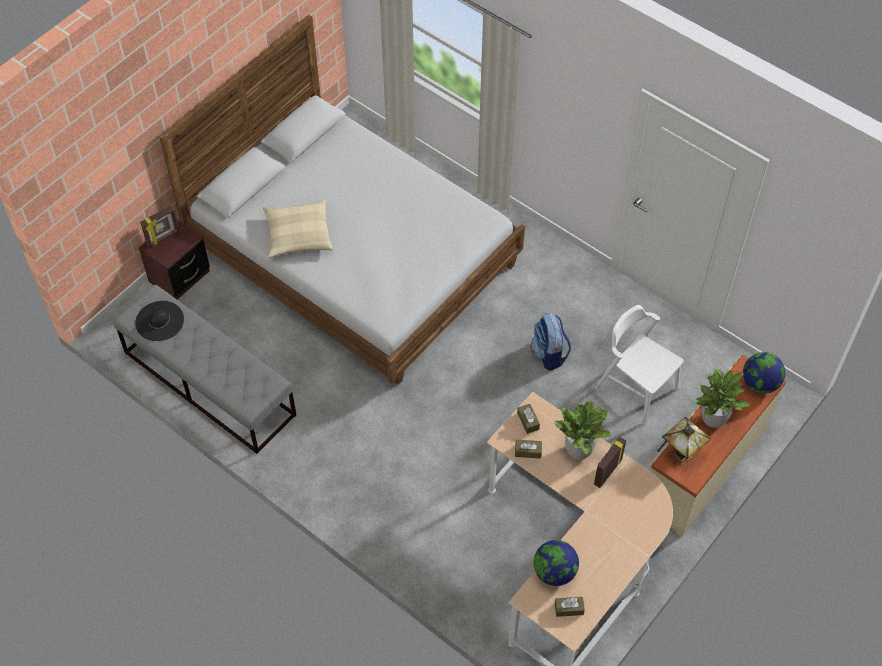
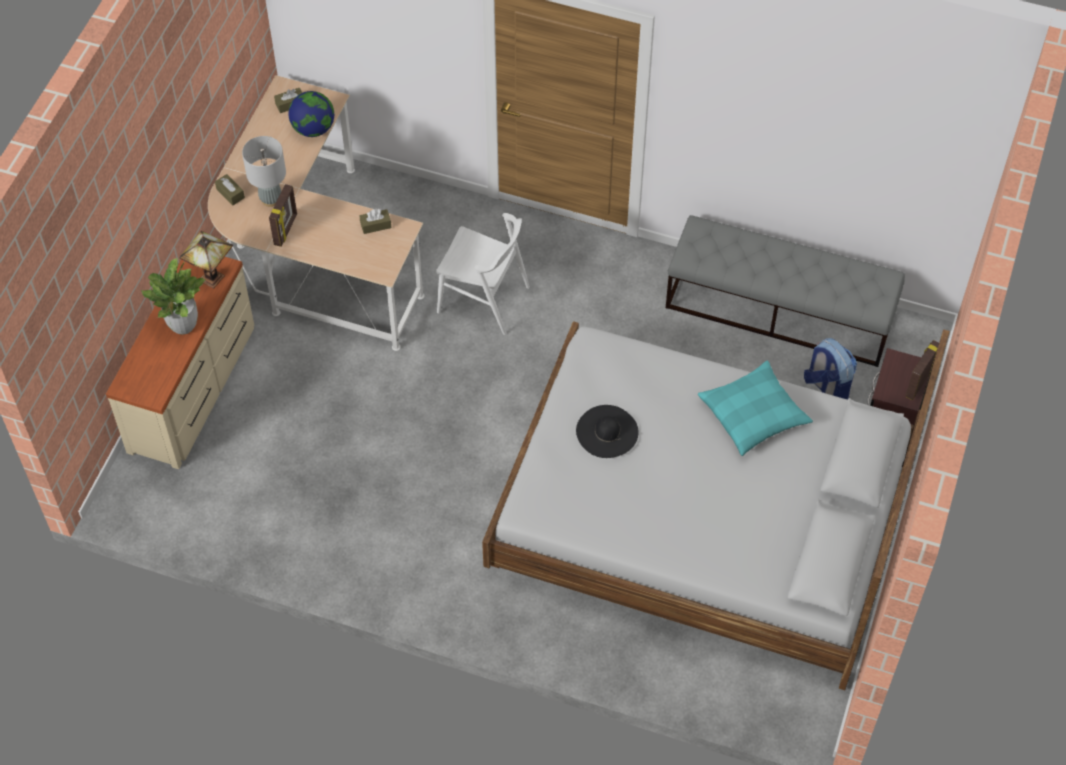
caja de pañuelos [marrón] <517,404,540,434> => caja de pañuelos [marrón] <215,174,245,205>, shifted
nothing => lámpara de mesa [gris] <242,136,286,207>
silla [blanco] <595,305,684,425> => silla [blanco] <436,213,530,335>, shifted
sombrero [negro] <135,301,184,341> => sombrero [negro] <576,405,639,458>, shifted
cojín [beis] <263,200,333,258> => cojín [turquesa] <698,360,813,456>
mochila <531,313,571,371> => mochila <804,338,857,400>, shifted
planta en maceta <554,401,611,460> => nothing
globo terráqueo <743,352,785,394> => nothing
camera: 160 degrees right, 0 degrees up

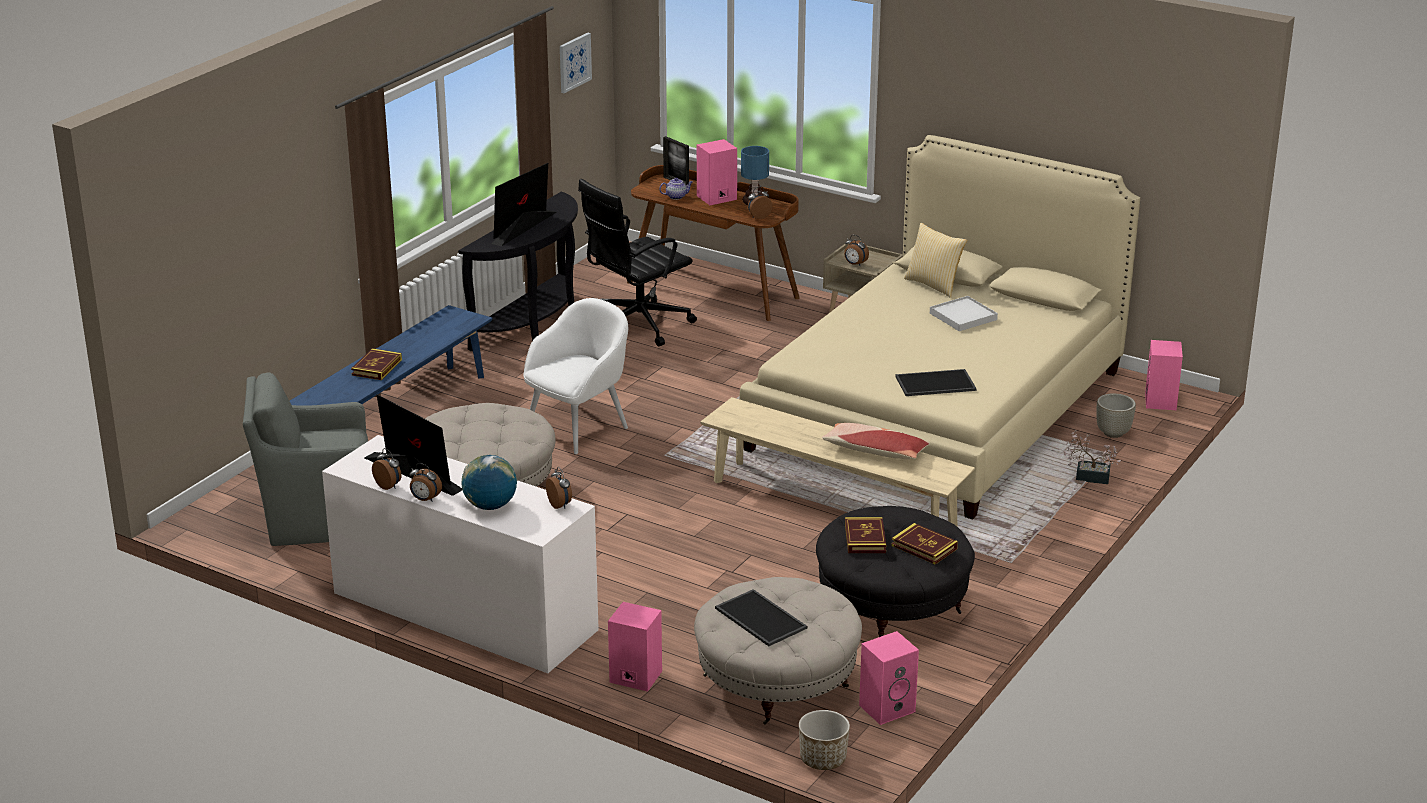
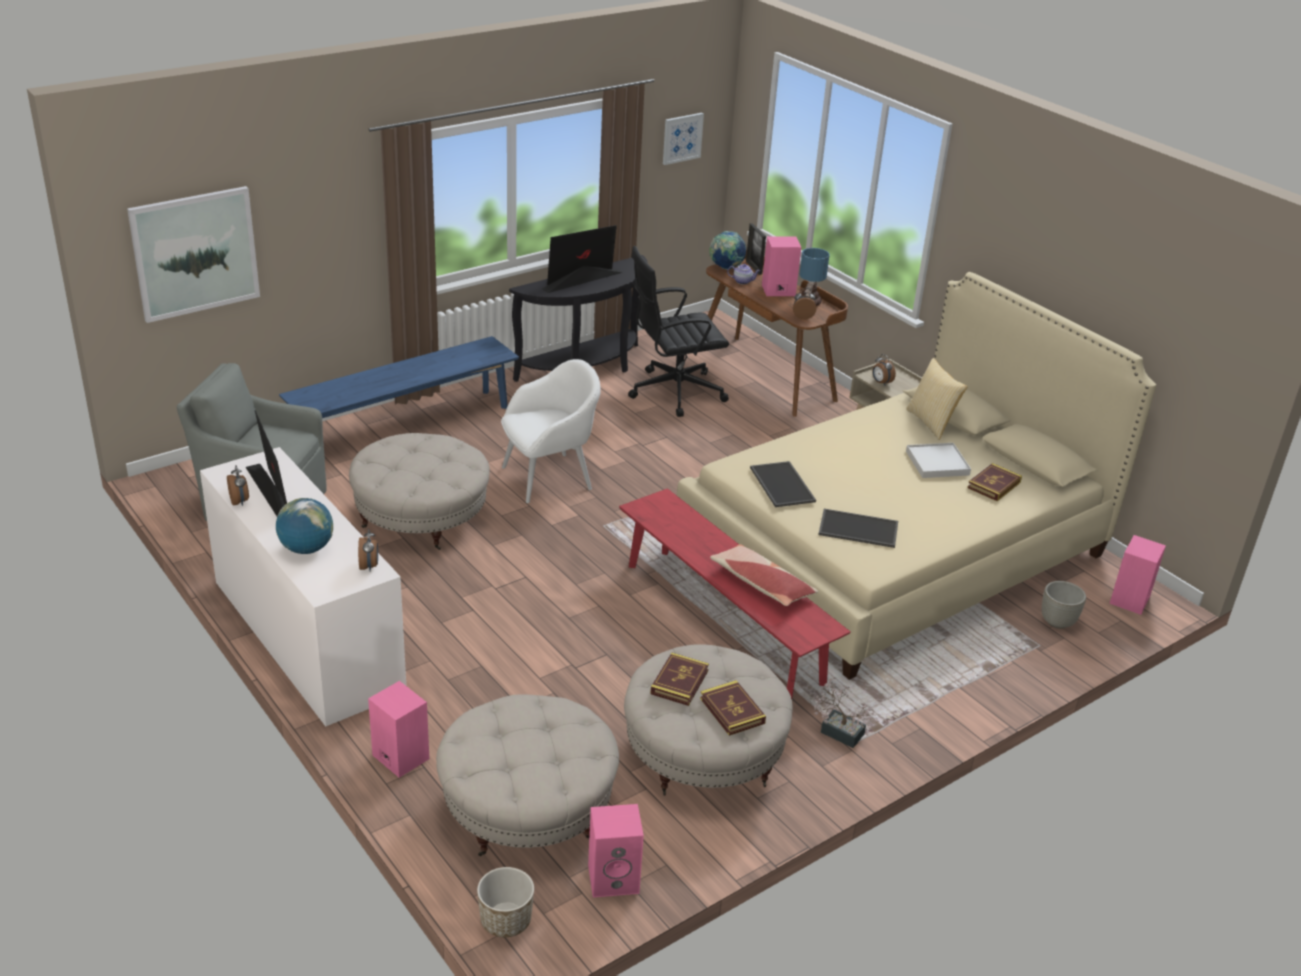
nothing => cuadro <127,186,260,323>
banco [beis] <700,397,975,526> => banco [rojo] <619,488,851,699>
puf [negro] <816,506,975,637> => puf [beis] <624,644,793,795>
nothing => globo terráqueo <709,231,746,270>
bandeja <715,589,807,646> => bandeja <750,461,816,507>, shifted
planta en maceta <1064,430,1121,484> => planta en maceta <813,677,876,748>, shifted
libro <351,348,402,380> => libro <967,463,1022,501>, shifted
despertador <410,463,442,502> => nothing
camera: 20 degrees right, 5 degrees up

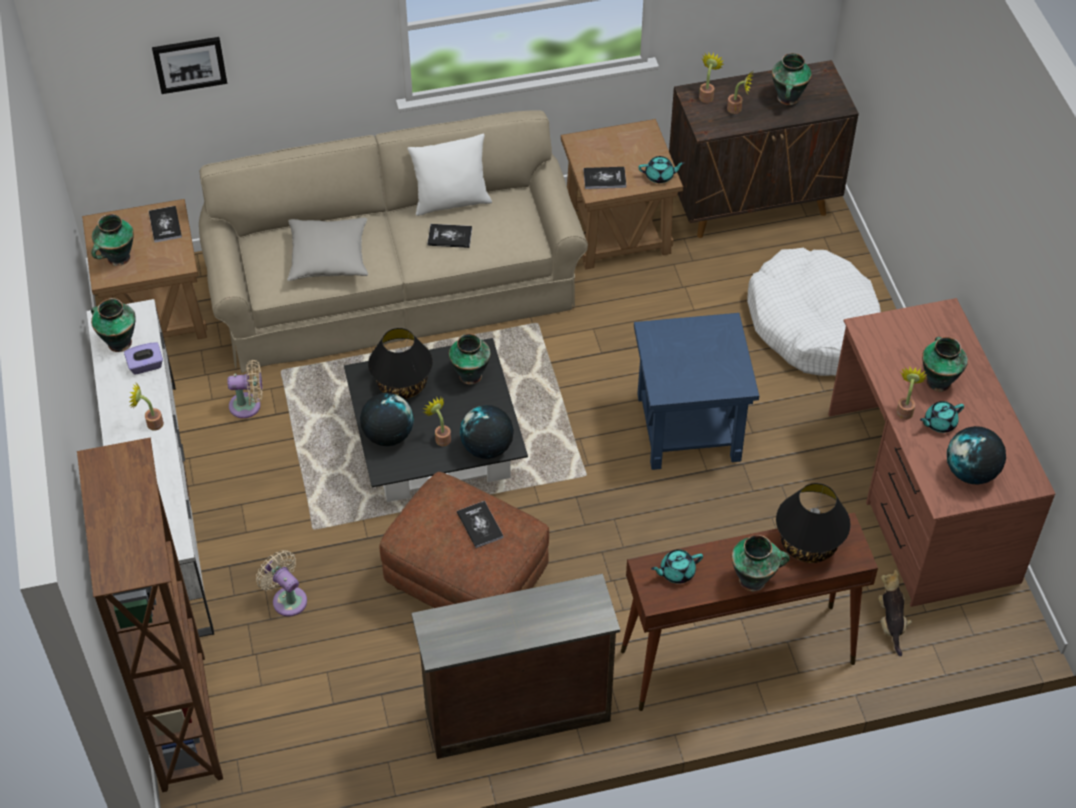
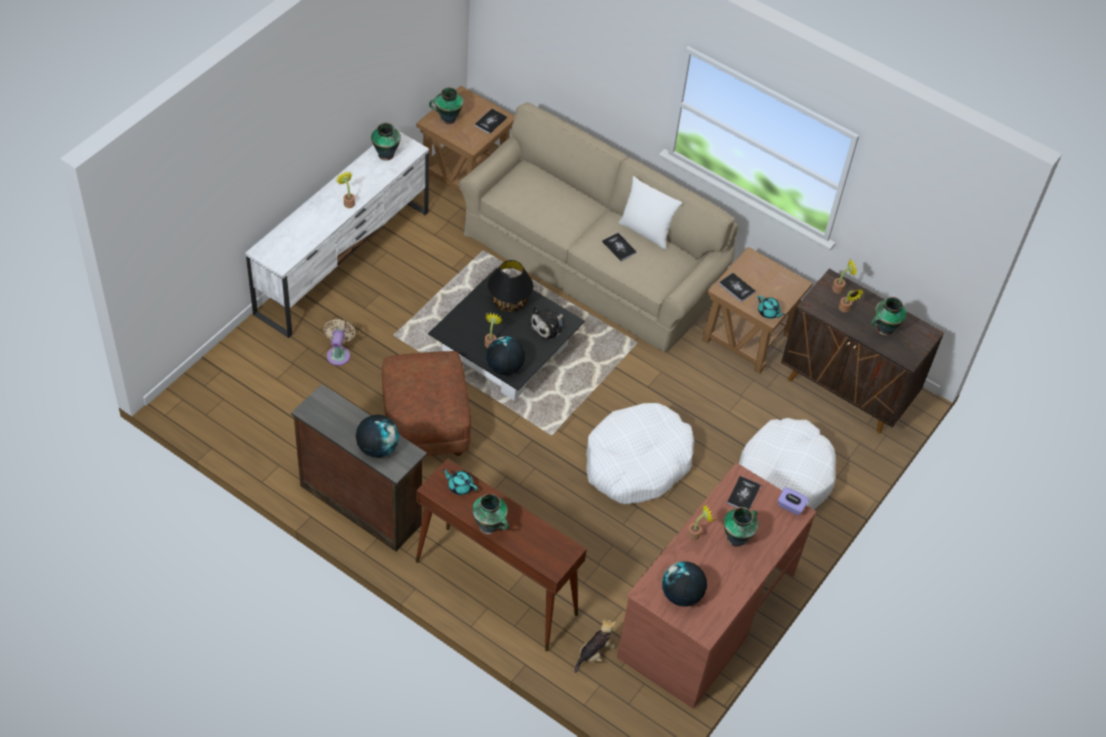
globo terráqueo <360,393,414,446> => globo terráqueo <356,414,399,458>, shifted
florero <449,333,491,385> => peluche <529,306,563,341>
mesa auxiliar [azul] <634,313,759,470> => cama para perro [blanco] <586,403,694,504>
libro <457,501,503,548> => libro <727,476,761,510>, shifted
caja de pañuelos [morado] <124,343,163,375> => caja de pañuelos [morado] <778,487,809,515>, shifted
estantería [marrón] <77,437,223,792> => nothing
cuadro <152,37,227,94> => nothing
ventilador [beis] <227,360,263,418> => nothing
cojín [gris] <287,218,368,281> => nothing
lámpara de mesa [negro] <776,483,851,563> => nothing
tetera [turquesa] <920,401,964,433> => nothing
camera: 45 degrees right, 0 degrees up

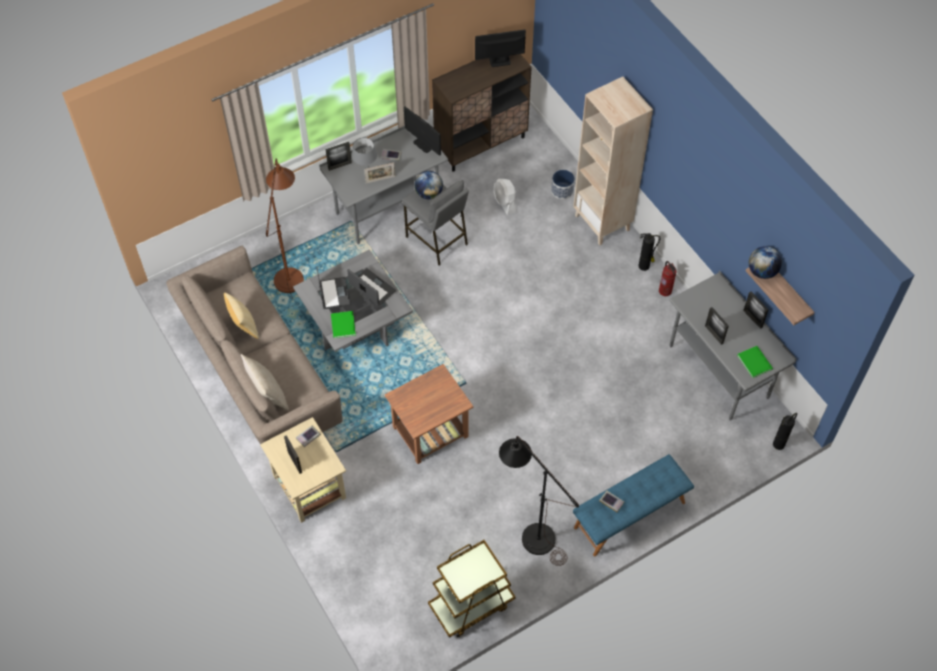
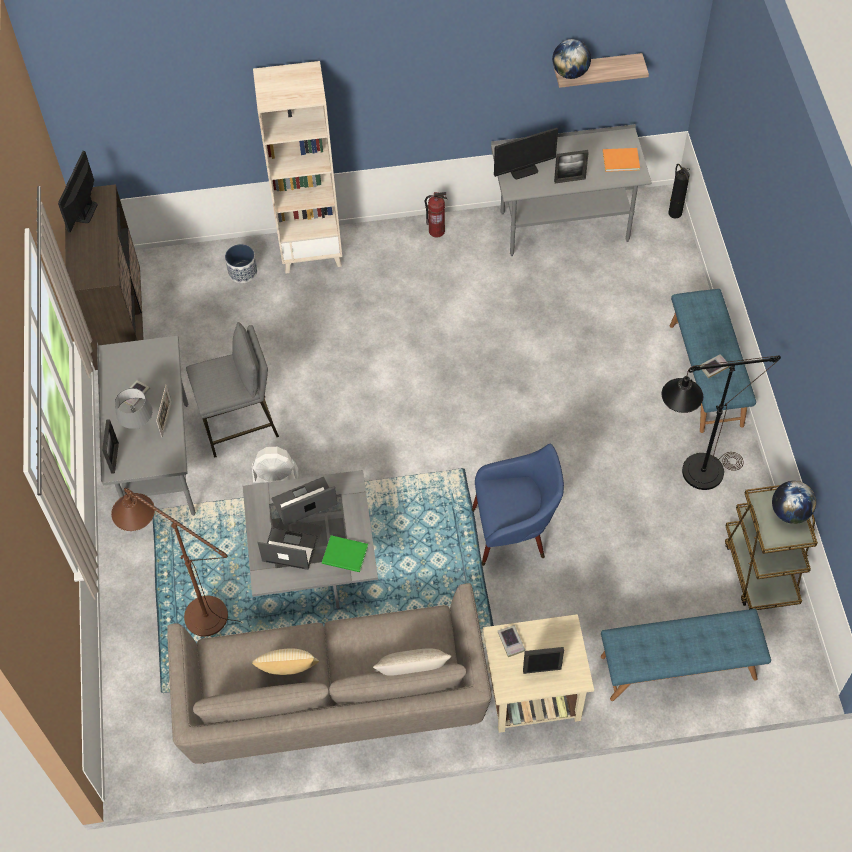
ventilador [blanco] <494,179,517,215> => ventilador [blanco] <252,447,298,483>, shifted
mesa auxiliar [marrón] <385,364,474,464> => sillón [azul] <472,444,564,566>
monitor <404,106,441,156> => monitor <494,128,558,179>, shifted
nothing => banco [azul] <601,609,771,701>
libro [verde] <737,346,773,378> => libro [naranja] <603,148,640,172>
globo terráqueo <415,171,443,199> => globo terráqueo <772,481,816,524>, shifted
extintor <639,233,660,271> => nothing
portarretratos <743,292,769,329> => nothing
camera: 65 degrees left, 0 degrees up

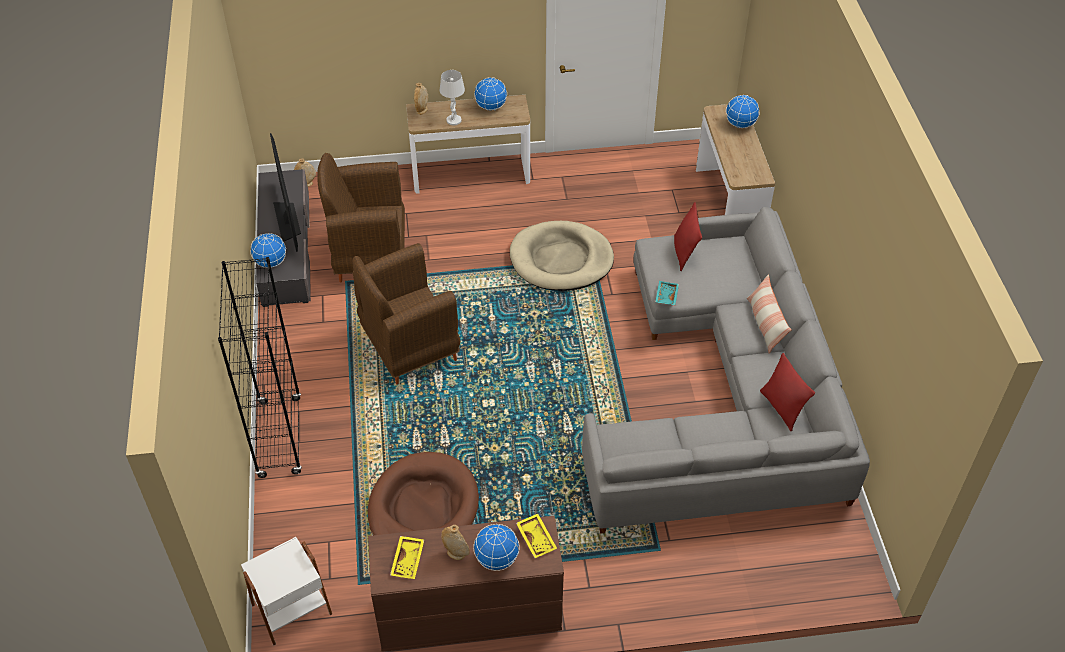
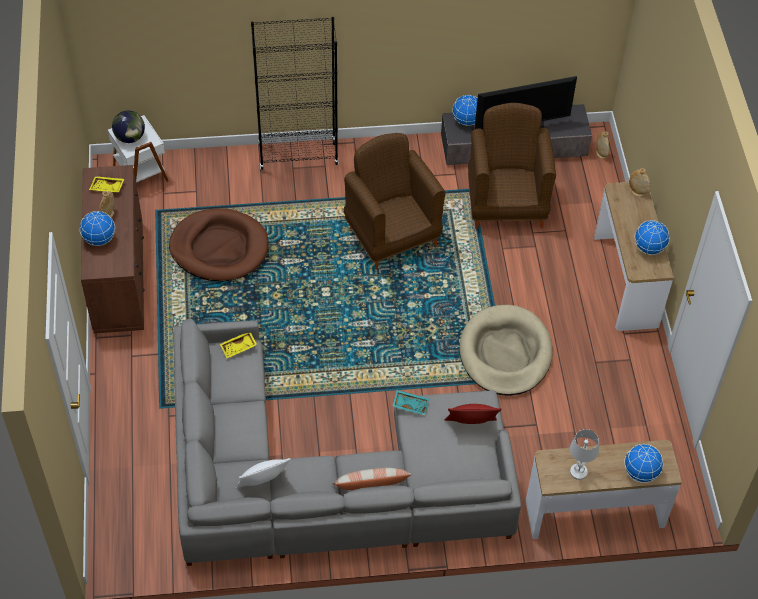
nothing => globo terráqueo <112,111,145,143>
bandeja [amarillo] <516,514,557,558> => bandeja [amarillo] <220,333,257,358>, shifted
cojín [rojo] <760,353,815,431> => cojín [blanco] <236,458,291,489>
lámpara de mesa [blanco] <440,70,465,125> => lámpara de mesa [blanco] <570,429,599,480>, shifted
camera: 90 degrees right, 5 degrees up

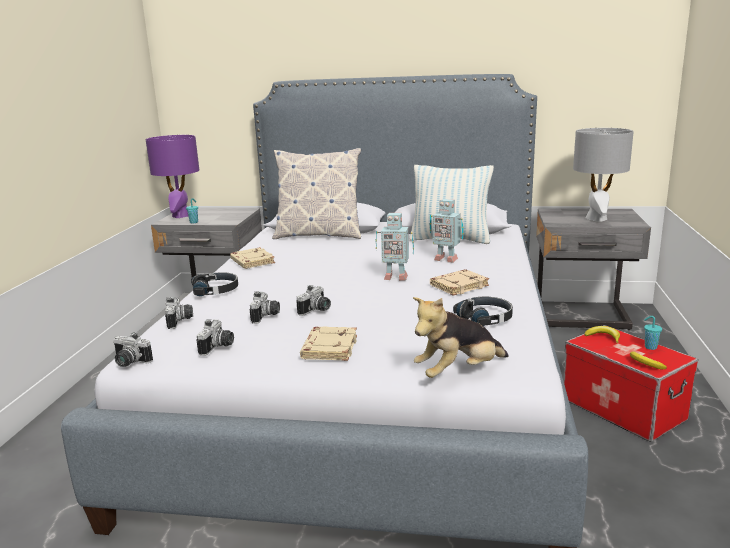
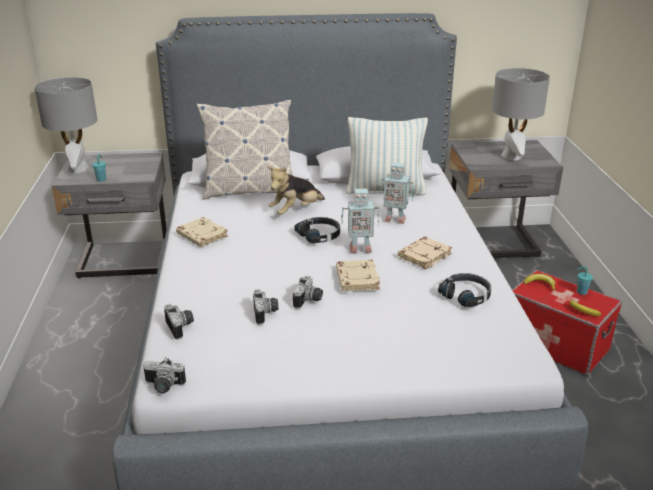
lámpara de mesa [morado] <146,135,199,218> => lámpara de mesa [gris] <34,77,98,173>
peluche <413,297,509,378> => peluche <268,167,325,215>, shifted
auriculares [negro] <191,272,238,296> => auriculares [negro] <294,217,340,244>, shifted
libro [beis] <300,326,357,361> => libro [beis] <336,260,380,291>, shifted
cámara <197,319,234,356> => nothing
camera: 15 degrees left, 10 degrees up

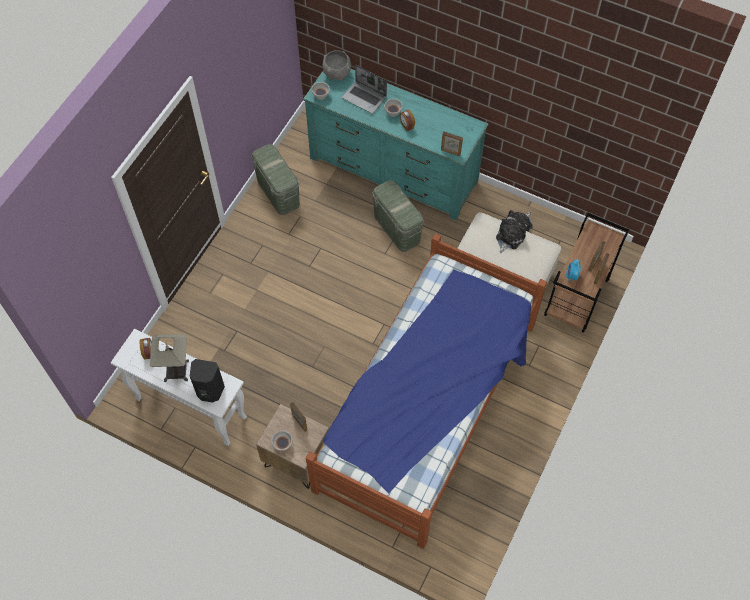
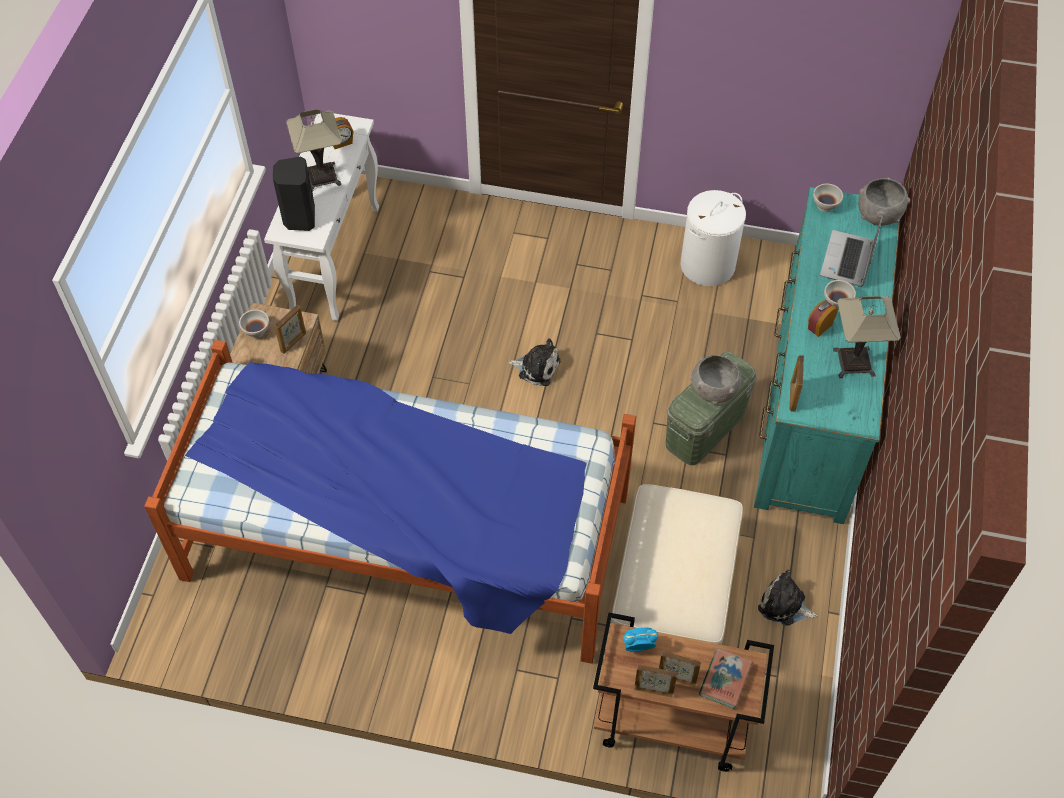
peluche <496,219,526,253> => peluche <508,338,560,386>, shifted
caja de almacenaje [verde] <251,144,300,215> => cesto de la ropa [blanco] <680,190,746,286>
nothing => cuenco [gris] <690,355,741,404>
nothing => libro <699,648,753,709>
nothing => lámpara de mesa <833,296,901,378>
camera: 75 degrees right, 5 degrees down

